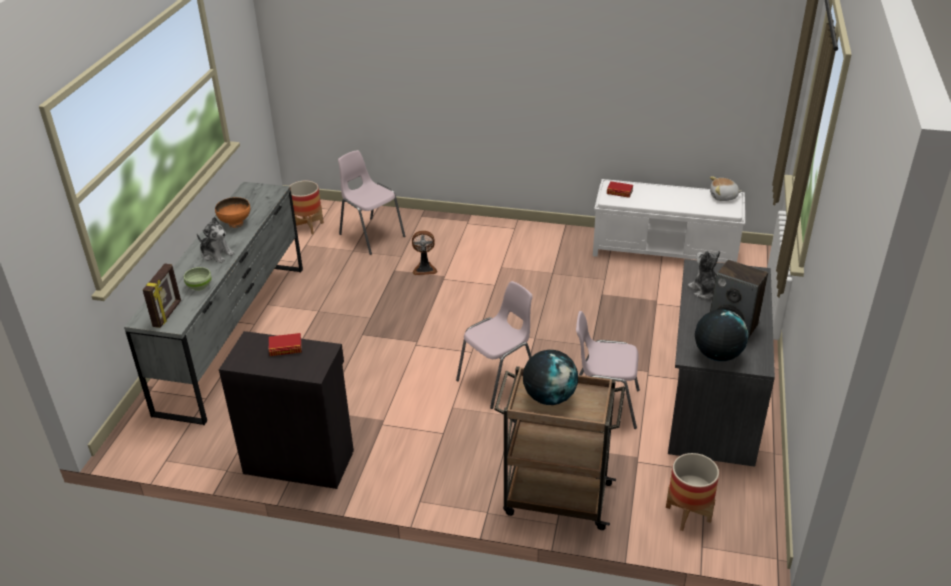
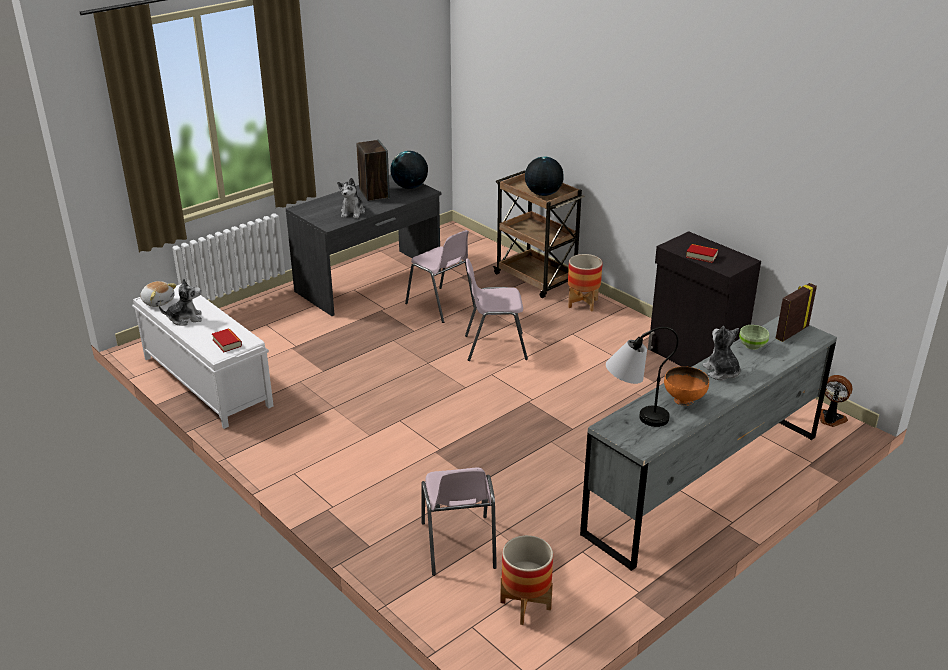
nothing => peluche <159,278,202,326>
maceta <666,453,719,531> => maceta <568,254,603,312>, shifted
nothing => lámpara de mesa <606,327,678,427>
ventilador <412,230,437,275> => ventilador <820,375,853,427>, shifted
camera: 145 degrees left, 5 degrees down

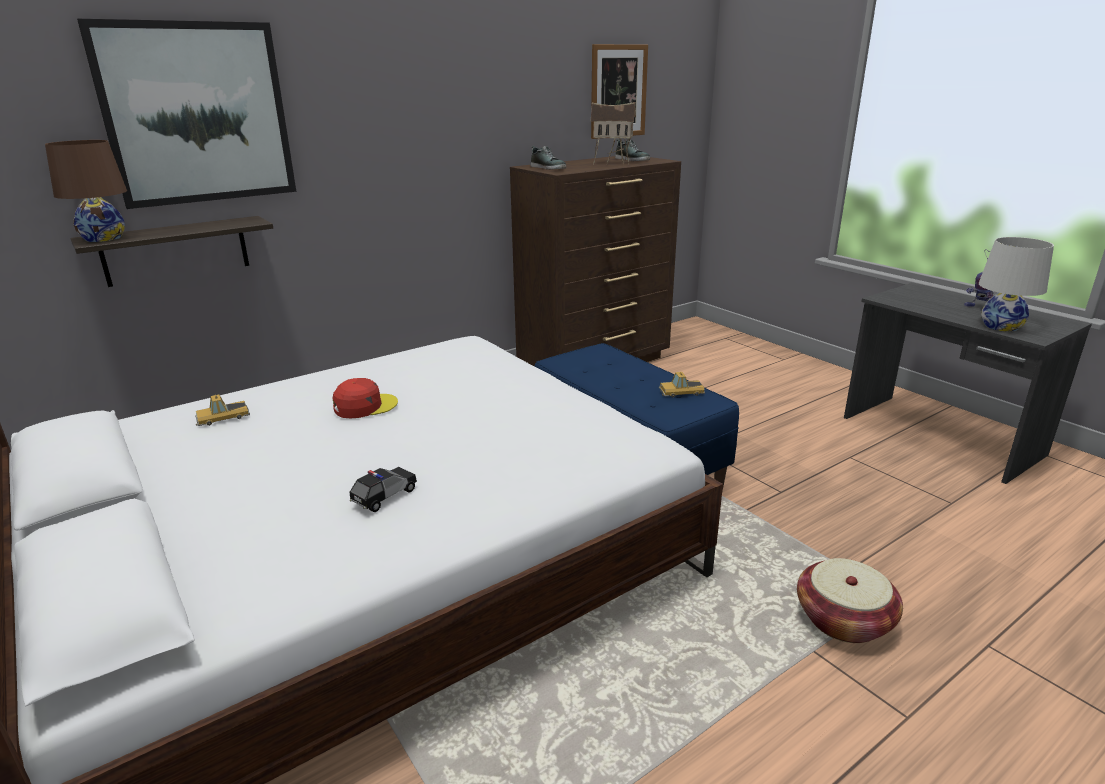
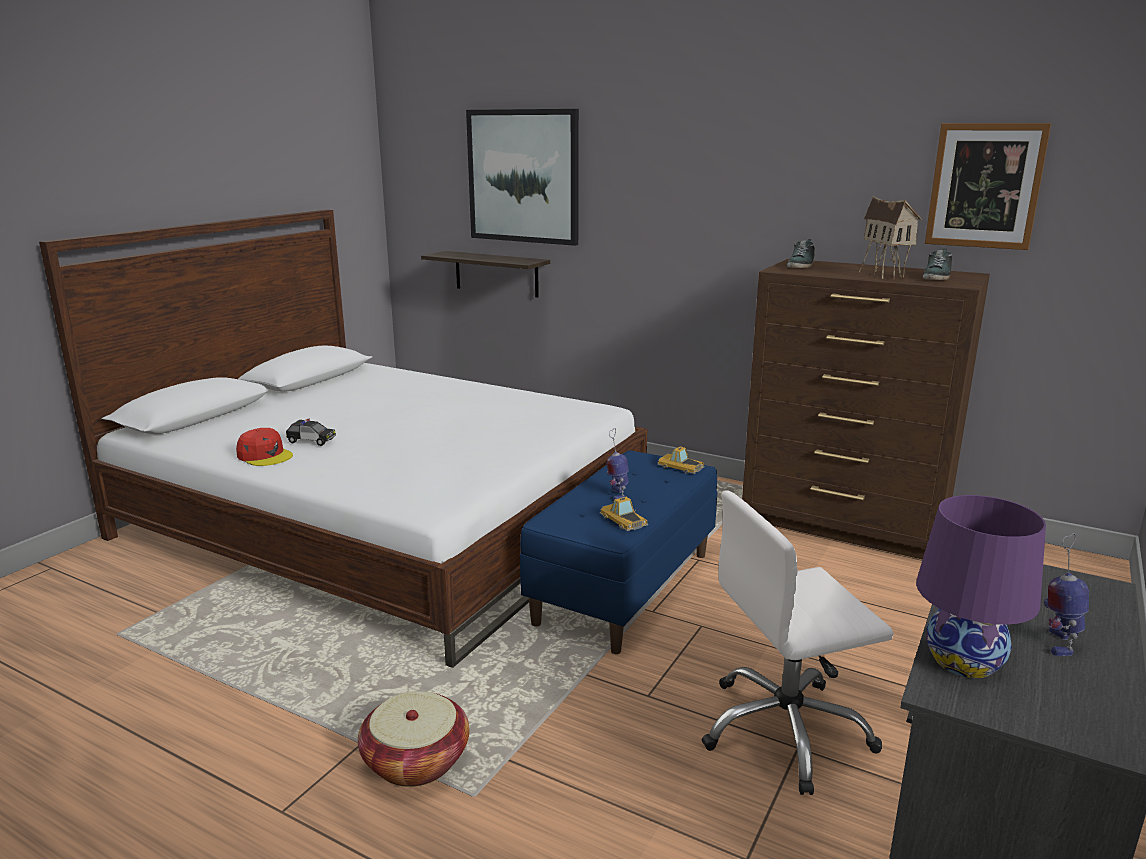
gorra [rojo] <332,378,398,418> => gorra [rojo] <236,428,293,466>, shifted
nothing => robot de juguete <607,428,629,500>
coche de juguete <195,395,250,426> => coche de juguete <657,446,704,474>, shifted
nothing => silla de oficina [blanco] <701,490,893,795>
lámpara de mesa [blanco] <979,237,1054,332> => lámpara de mesa [morado] <916,495,1046,678>
lámpara de mesa [marrón] <45,140,127,242> => nothing
camera: 65 degrees right, 5 degrees down

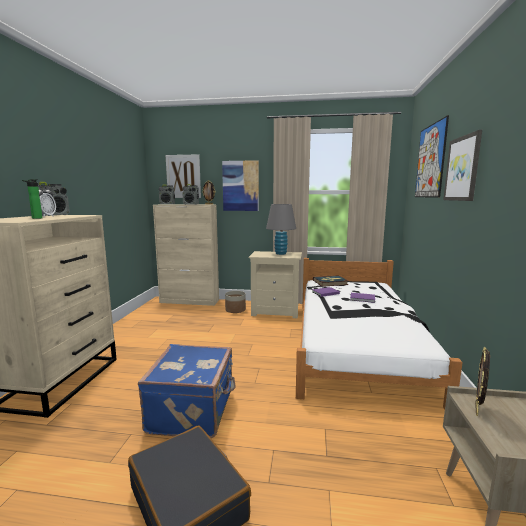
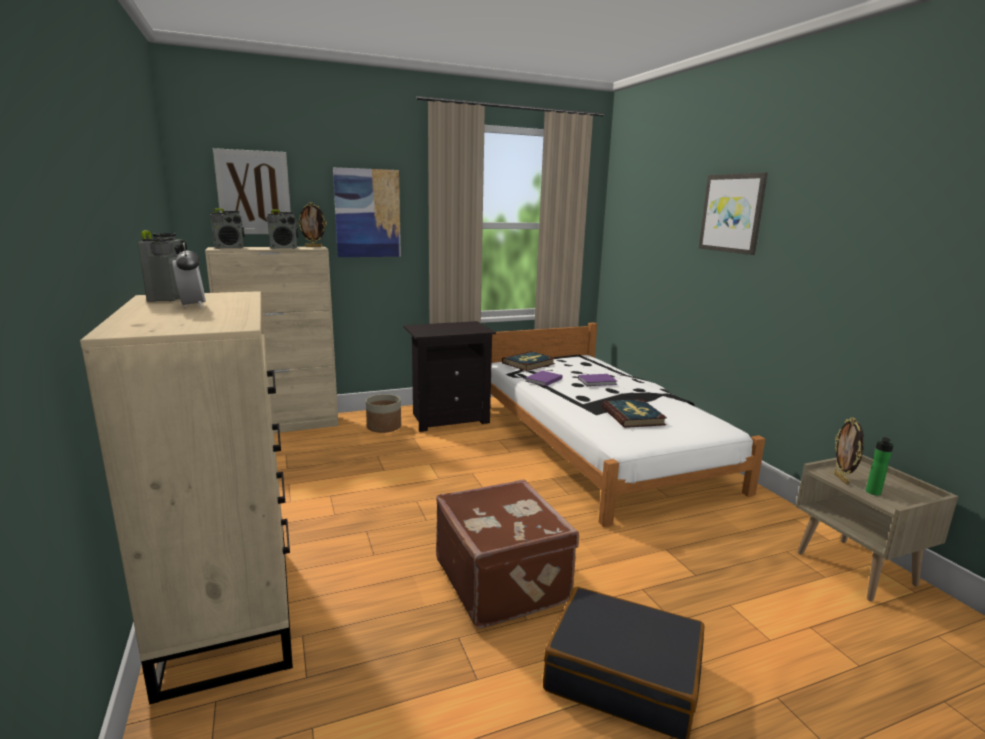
mesita de noche [beis] <248,251,302,318> => mesita de noche [negro] <403,321,496,432>
maleta [azul] <138,344,236,438> => maleta [marrón] <436,479,579,628>
nothing => libro <602,399,667,428>
botella <22,179,43,219> => botella <866,437,893,496>, shifted
lámpara de mesa [gris] <266,204,296,255> => nothing
cuadro <415,115,449,198> => nothing
camera: 30 degrees left, 5 degrees up

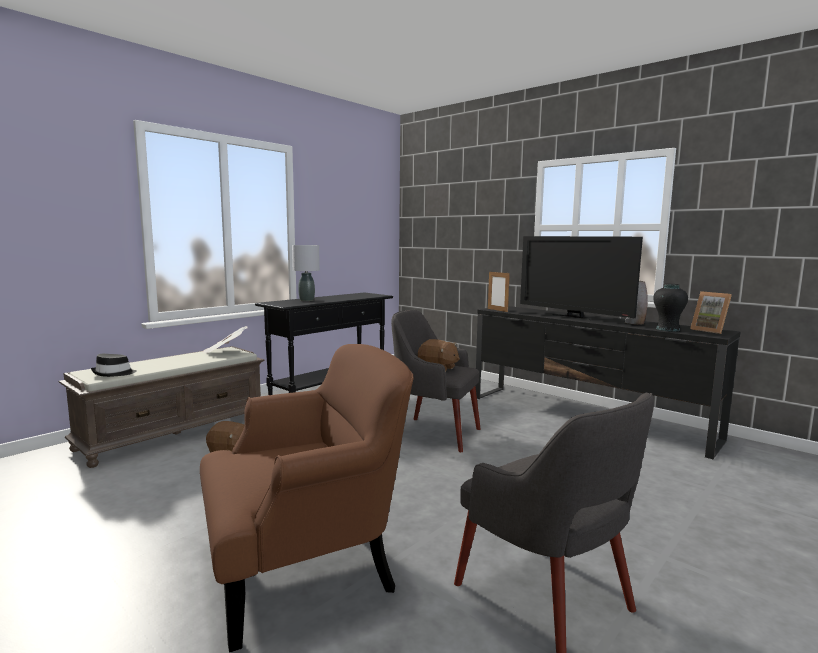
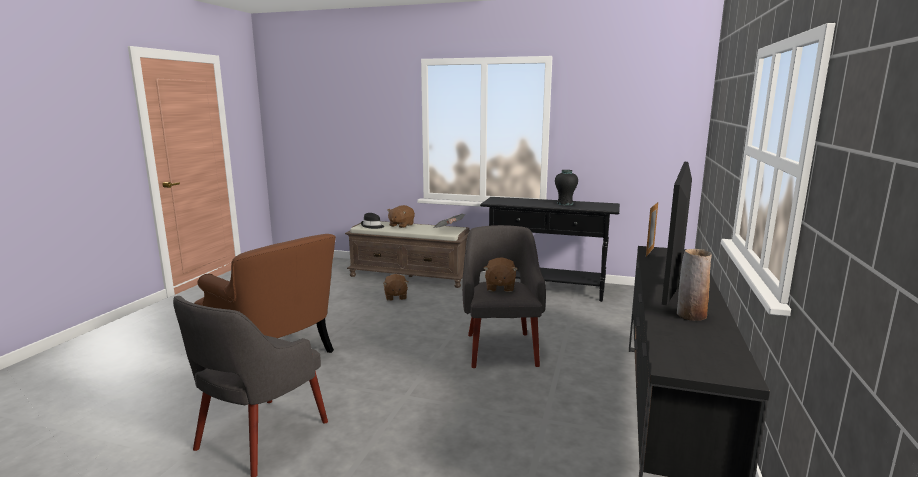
nothing => peluche [marrón] <387,205,415,228>
florero [negro] <653,284,688,332> => florero [negro] <555,170,578,205>, shifted
lámpara de mesa [gris] <292,245,320,301> => nothing
portarretratos <690,291,732,334> => nothing
camera: 65 degrees right, 5 degrees up

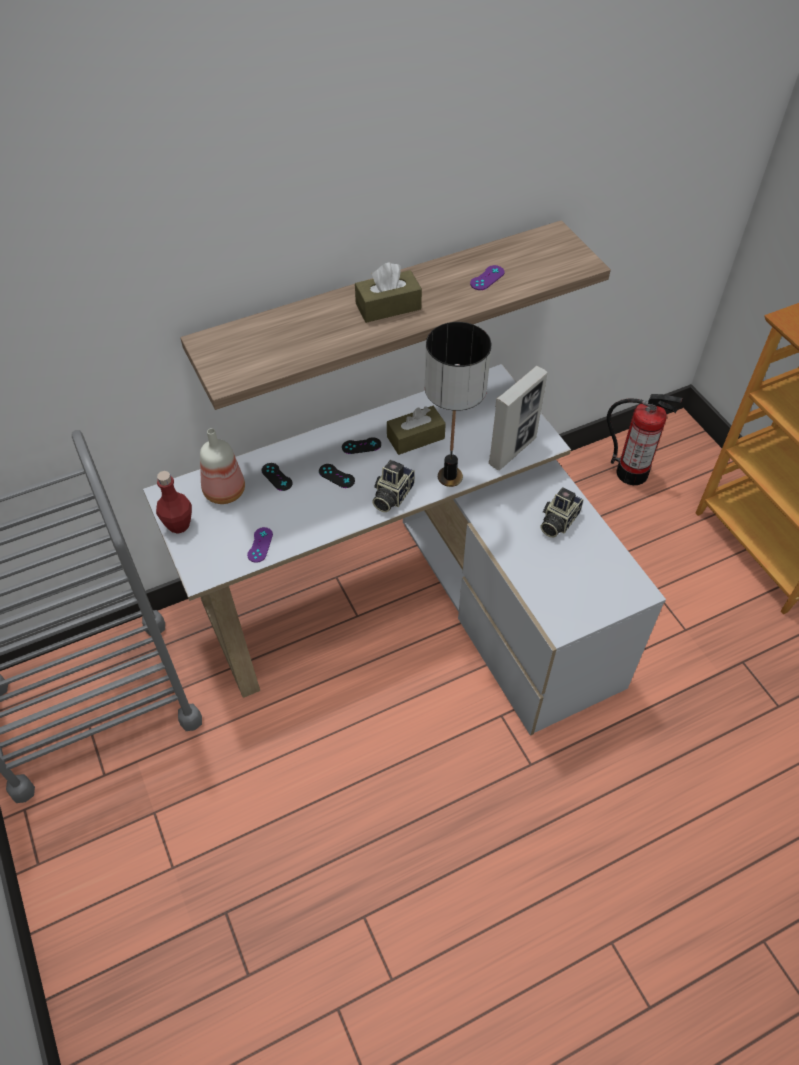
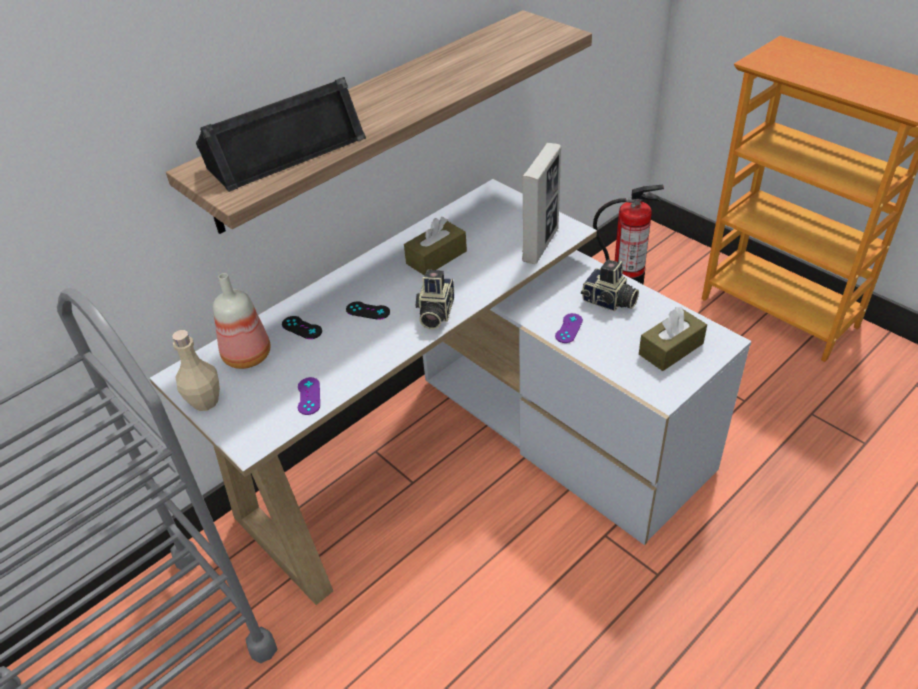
botella [rojo] <156,471,192,534> => botella [beis] <172,330,220,411>
nothing => altavoz [negro] <196,77,366,192>
mando de consola [morado] <470,265,505,290> => mando de consola [morado] <555,313,583,343>, shifted
cámara <541,487,584,538> => cámara <581,260,639,311>, 75 degrees counterclockwise
caja de pañuelos [marrón] <355,262,422,323> => caja de pañuelos [marrón] <639,307,707,371>, shifted
mando de consola [negro] <342,437,381,454> => nothing
lámpara de mesa <425,322,491,487> => nothing
camera: 15 degrees left, 10 degrees down

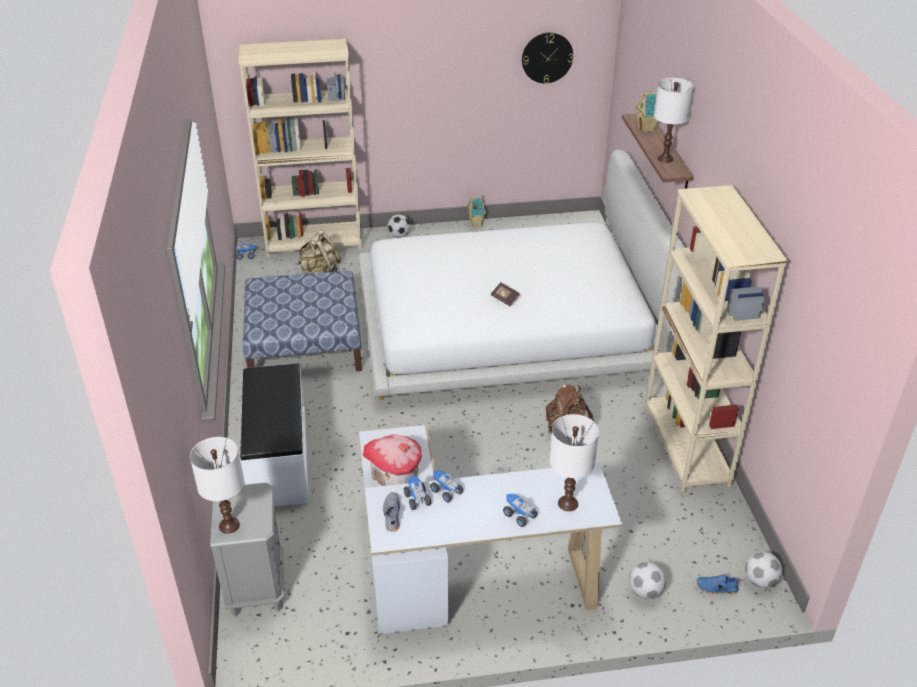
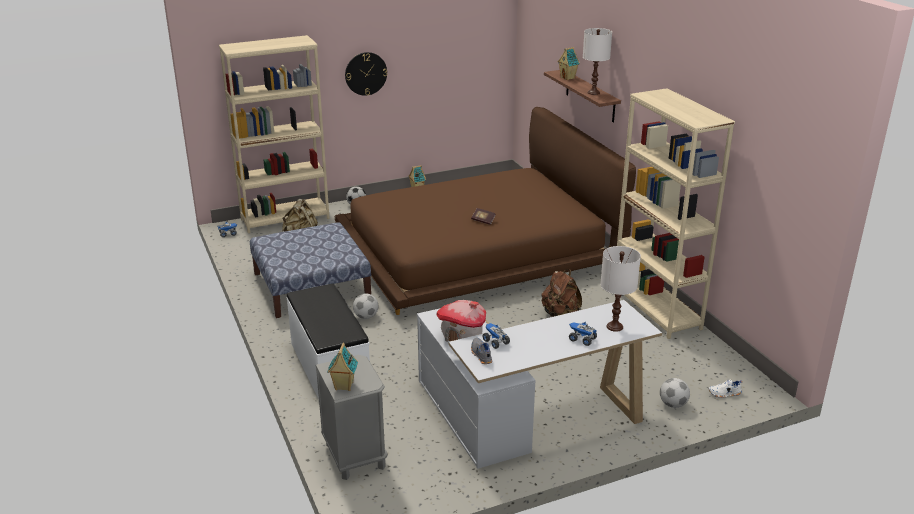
lámpara de mesa [blanco] <190,437,244,534> => casita <327,342,358,391>
cama [blanco] <358,150,685,400> => cama [marrón] <335,107,636,315>
reloj de pared <522,32,573,84> => reloj de pared <345,52,387,96>, shifted
balón de fútbol <745,552,783,588> => balón de fútbol <353,293,378,319>, shifted
zapato [azul] <696,574,740,595> => zapato [blanco] <708,379,743,398>
camión de juguete <430,470,463,502> => nothing
camera: 15 degrees left, 10 degrees down

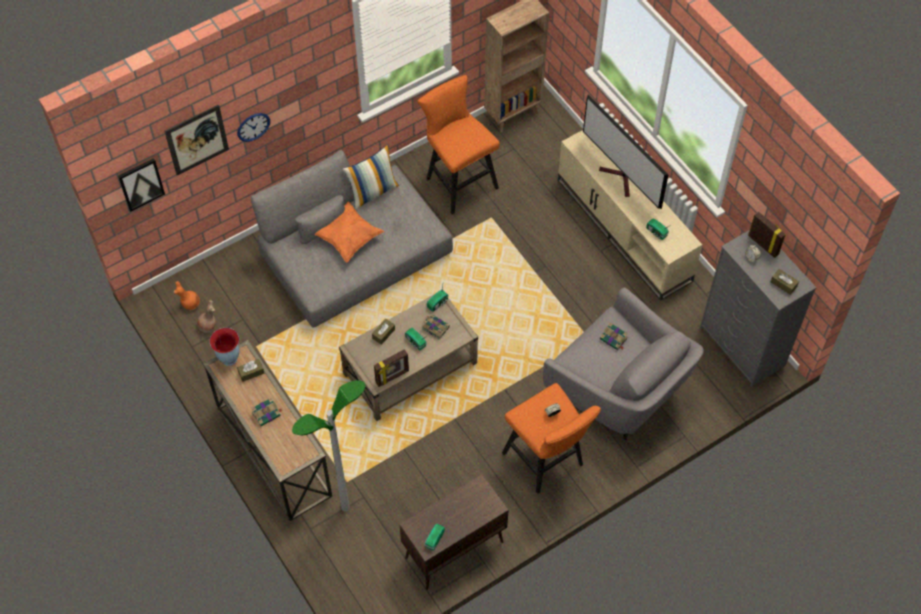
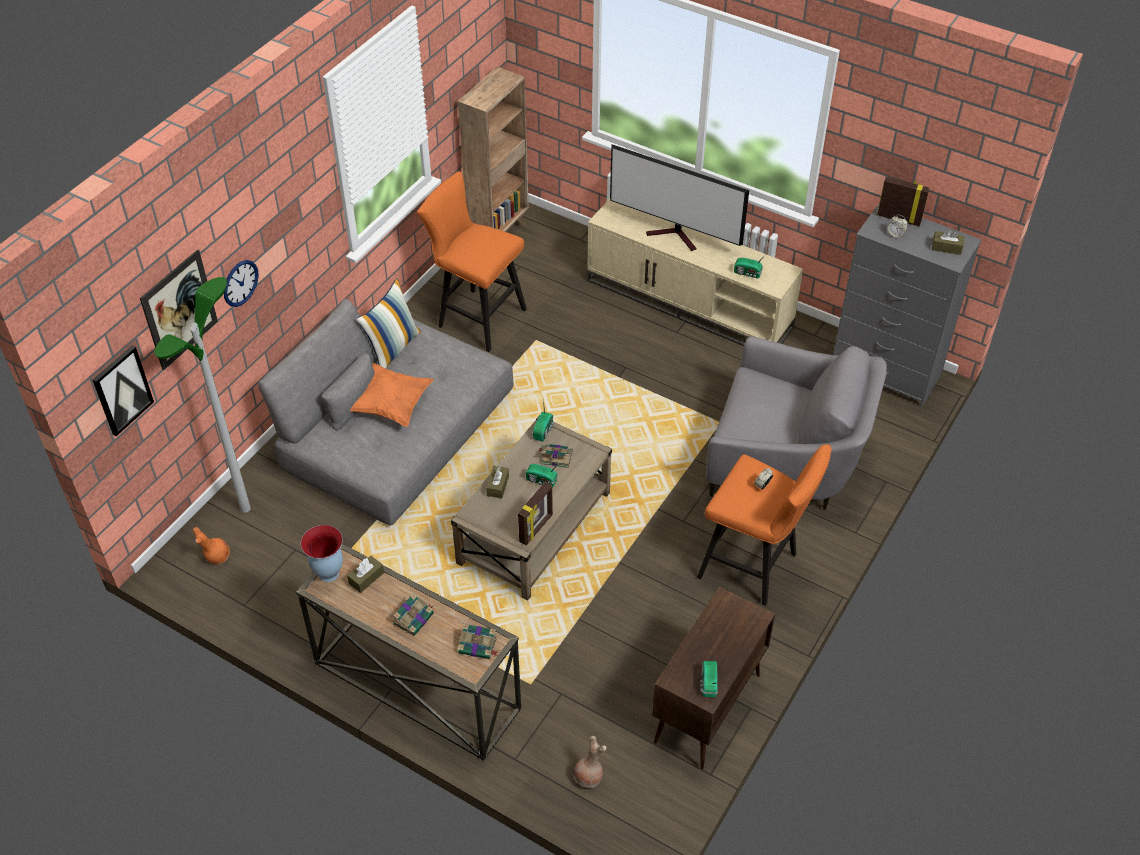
lámpara de pie <292,380,366,512> => lámpara de pie <154,277,251,513>, shifted
libro <600,323,628,350> => libro <458,623,498,659>, shifted
florero [marrón] <197,300,216,333> => florero [marrón] <574,736,607,788>, shifted
camera: 25 degrees left, 10 degrees down

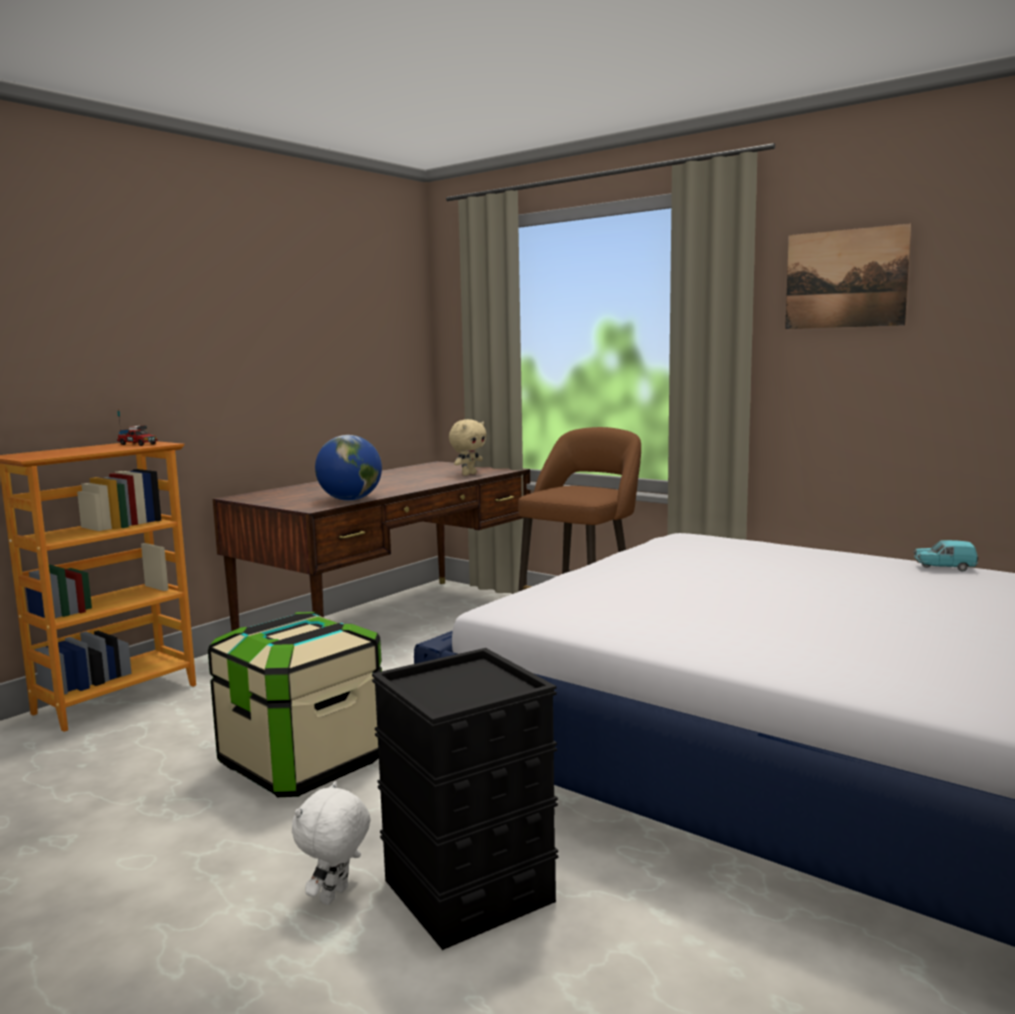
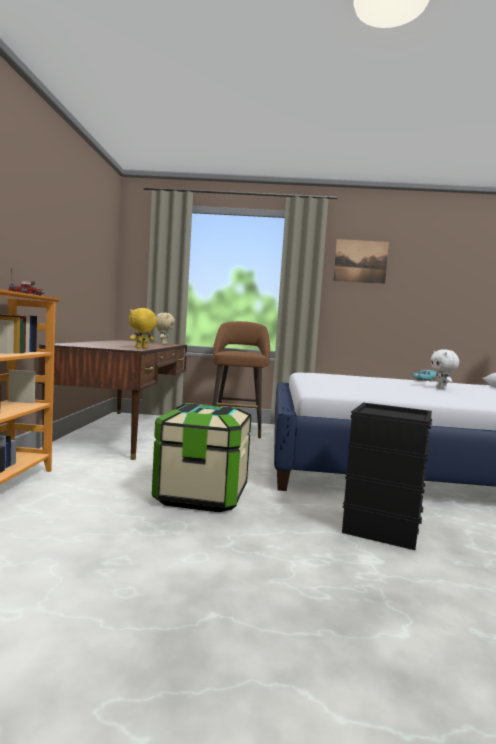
globo terráqueo <315,435,382,501> => peluche [amarillo] <129,308,157,348>
peluche [blanco] <292,781,371,905> => peluche [blanco] <431,349,459,389>, shifted
camera: 35 degrees left, 5 degrees down

